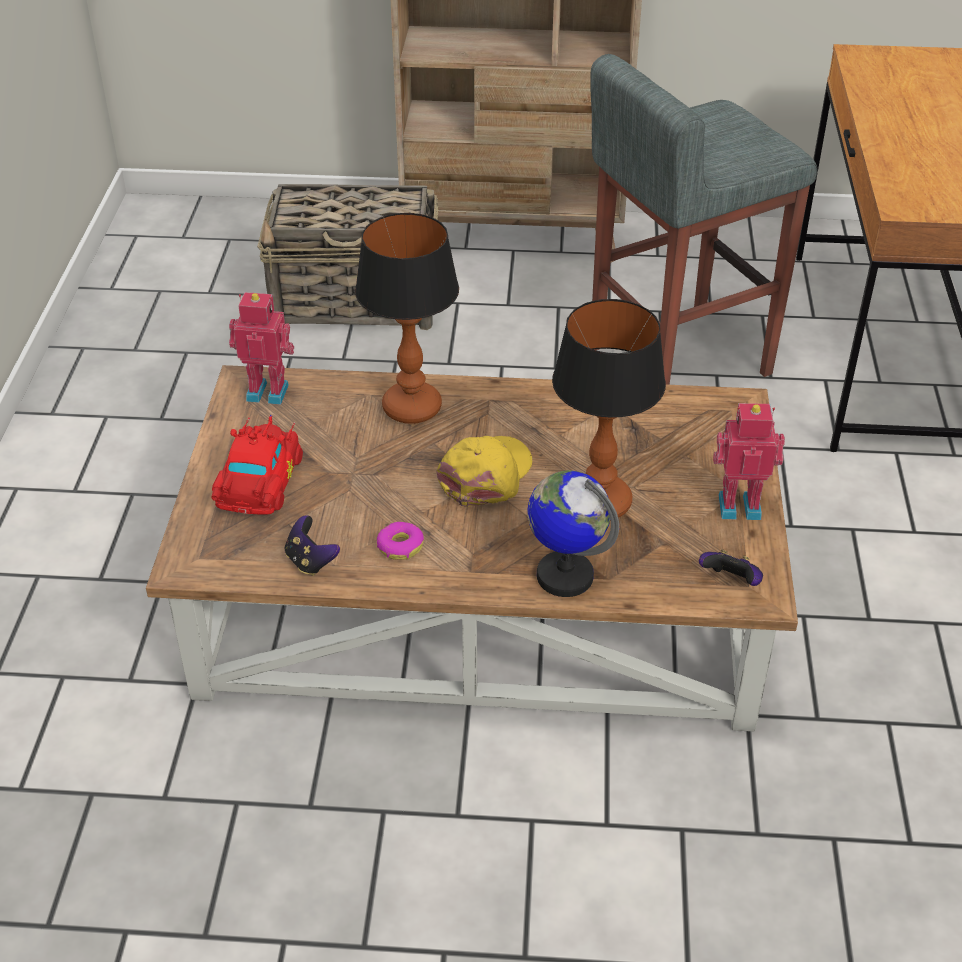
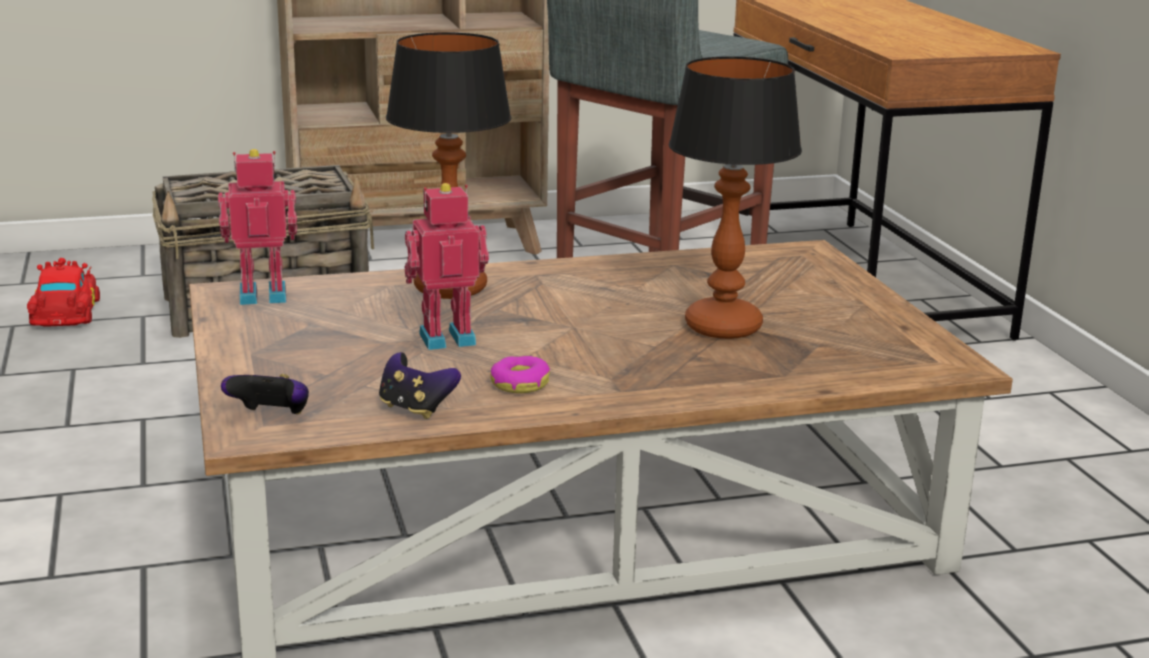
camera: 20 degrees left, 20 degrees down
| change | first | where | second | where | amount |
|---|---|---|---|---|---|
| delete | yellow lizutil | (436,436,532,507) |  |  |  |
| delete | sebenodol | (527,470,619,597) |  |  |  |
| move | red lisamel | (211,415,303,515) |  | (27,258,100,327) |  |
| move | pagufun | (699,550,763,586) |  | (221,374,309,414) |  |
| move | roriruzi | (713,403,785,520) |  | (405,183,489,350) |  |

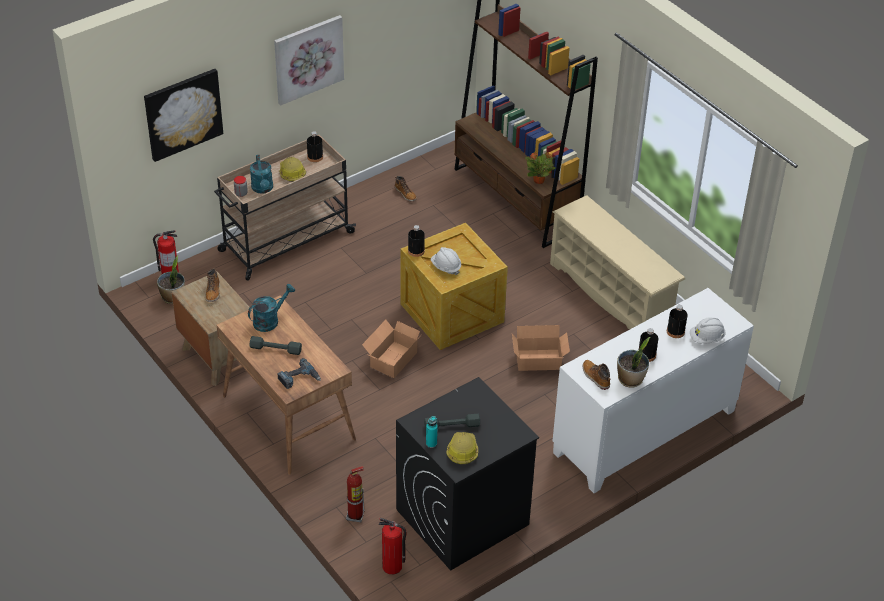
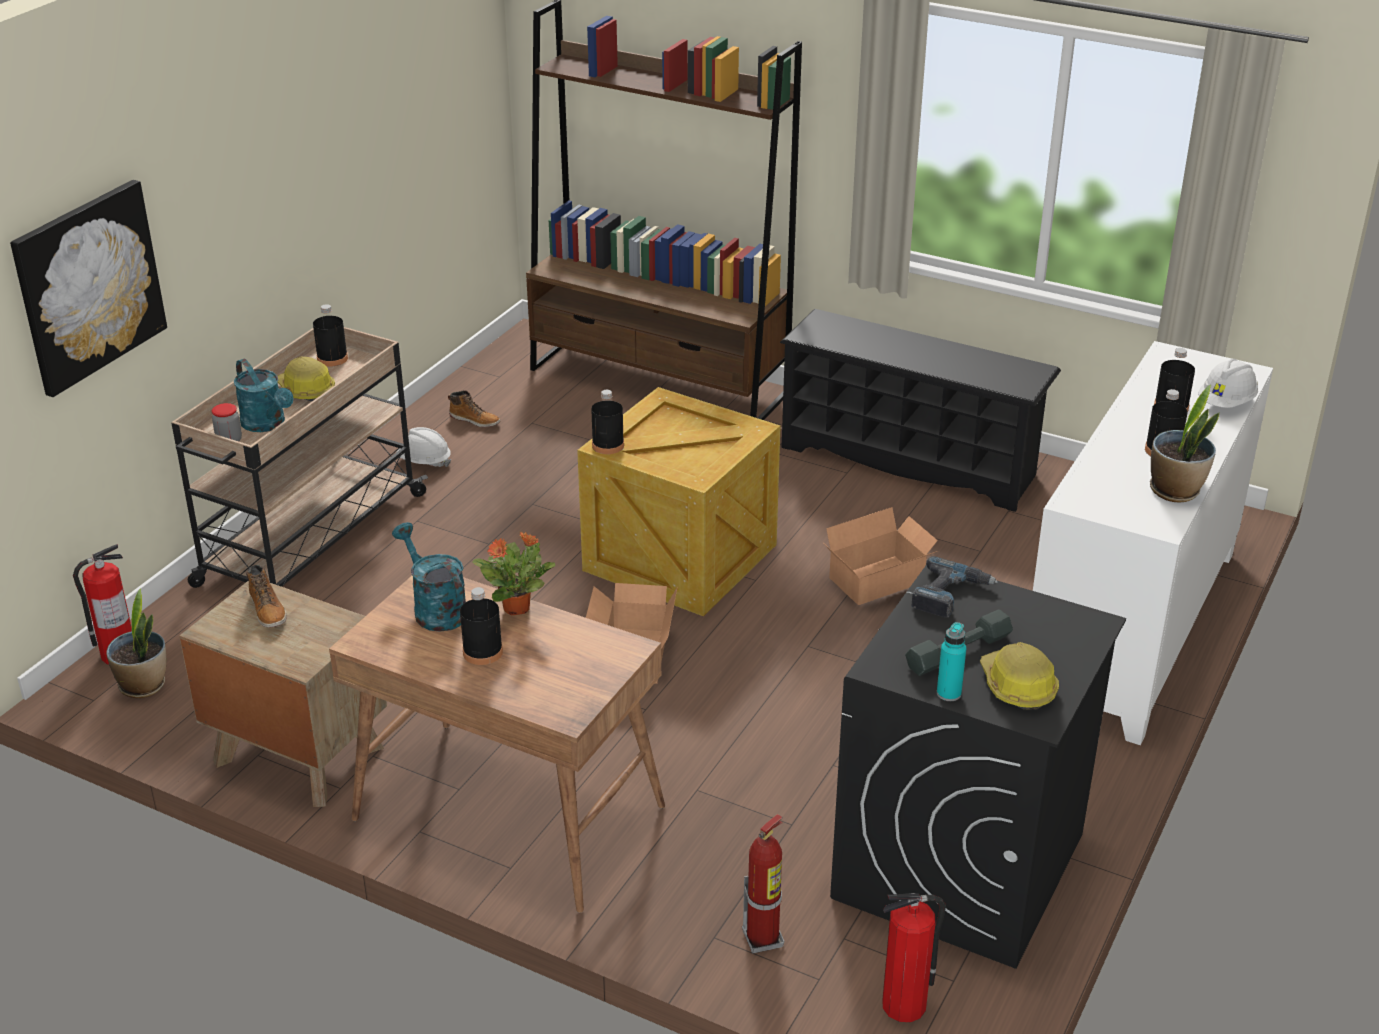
camera: 25 degrees left, 10 degrees down
| change | first | where | second | where | amount |
|---|---|---|---|---|---|
| delete | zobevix | (274,15,344,105) |  |  |  |
| delete | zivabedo | (583,360,610,390) |  |  |  |
| move | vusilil | (277,358,321,389) |  | (912,556,998,618) |  |
| move | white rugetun | (431,247,461,275) |  | (397,427,451,467) |  |
| move | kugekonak | (525,152,556,184) |  | (472,532,556,616) |  |
| replace | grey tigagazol | (249,336,302,355) | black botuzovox | (460,587,503,665) |  |
| recolor | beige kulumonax | (550,195,685,330) | black kulumonax | (780,309,1061,512) |  |
| rotate | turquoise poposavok | (248,284,295,332) |  | (392,522,466,632) | 60 degrees counterclockwise |

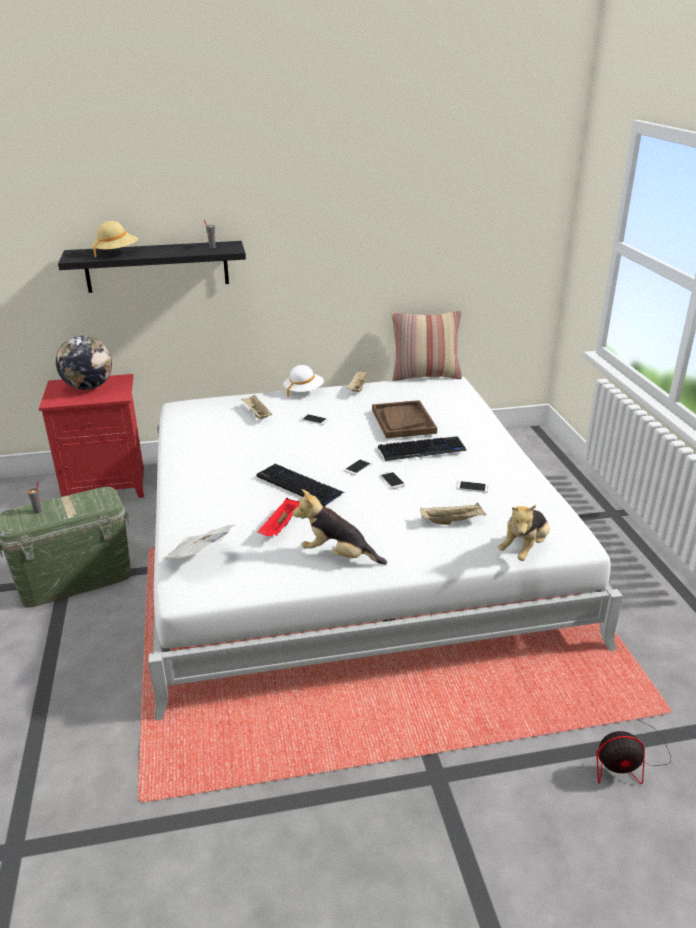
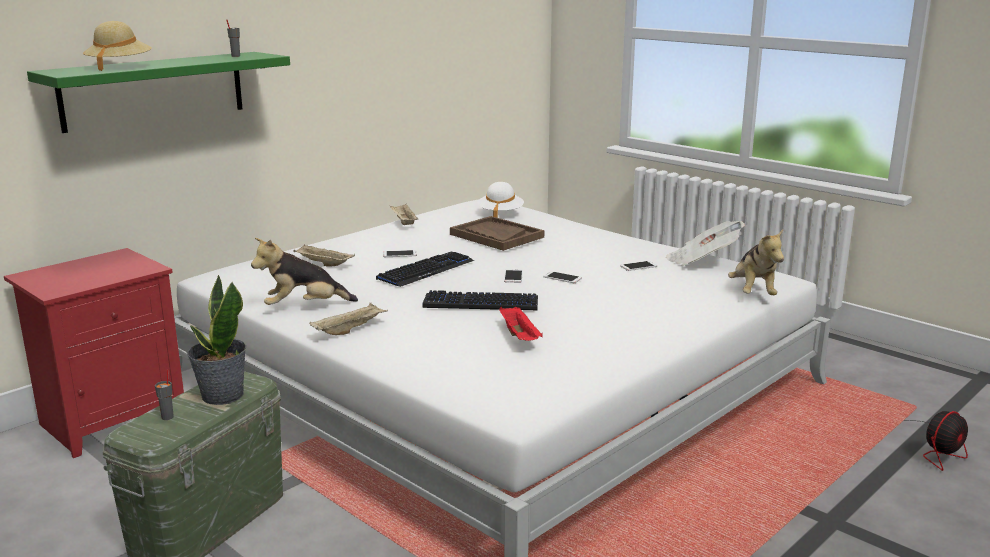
camera: 35 degrees left, 10 degrees down
| change | first | where | second | where | amount |
|---|---|---|---|---|---|
| delete | sebenodol | (56,336,112,390) |  |  |  |
| delete | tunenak | (392,311,462,381) |  |  |  |
| insert |  |  | kugekonak | (187,275,246,405) |  |
| move | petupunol | (162,524,236,560) |  | (665,221,745,266) |  |
| move | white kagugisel | (283,365,324,398) |  | (478,182,524,218) |  |
| move | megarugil | (292,489,387,565) |  | (251,238,358,305) |  |
| move | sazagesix | (378,436,467,461) |  | (376,251,474,287) |  |
| move | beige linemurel | (420,503,486,525) |  | (310,303,388,335) |  |
| recolor | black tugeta | (58,241,246,293) | green tugeta | (27,52,290,133) |  |

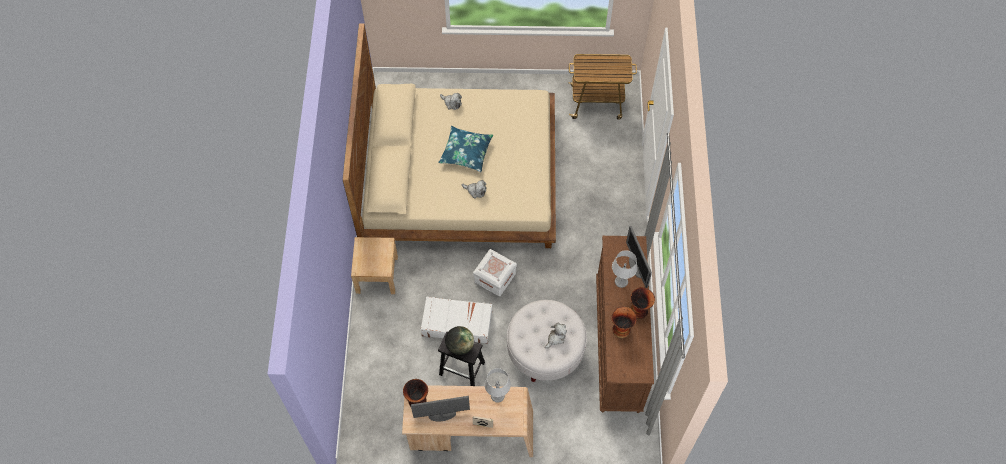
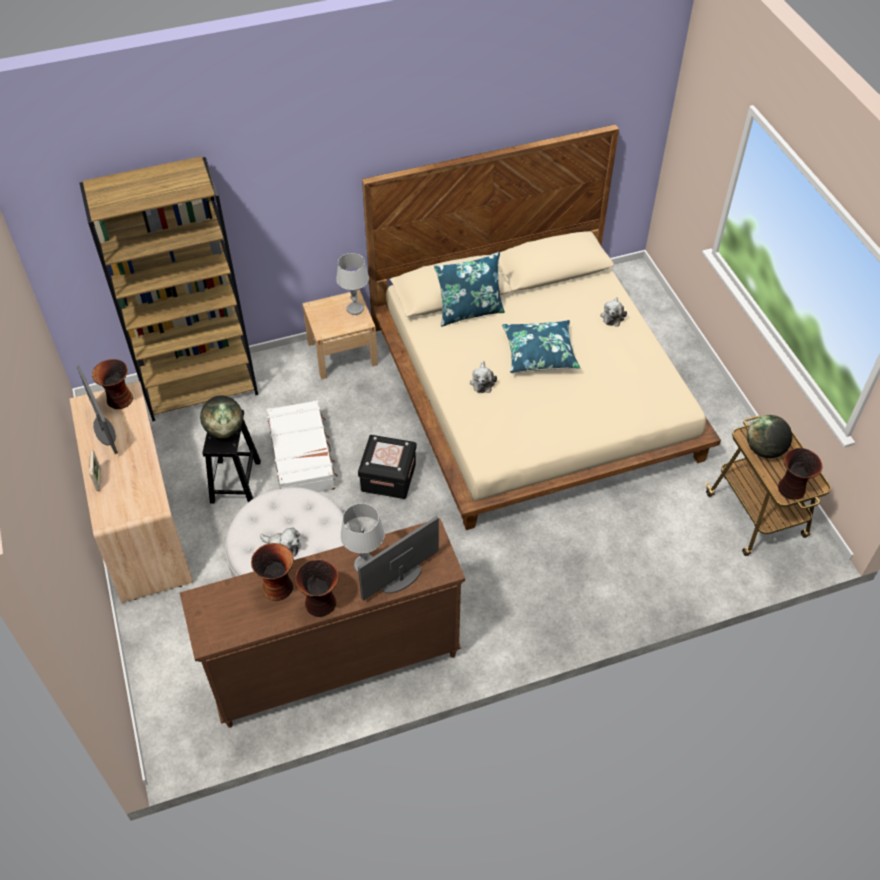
camera: 70 degrees right, 10 degrees down
| change | first | where | second | where | amount |
|---|---|---|---|---|---|
| insert |  |  | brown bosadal | (79,156,258,421) |  |
| insert |  |  | blue tunenak | (434,252,505,327) |  |
| insert |  |  | sebenodol | (747,415,792,458) |  |
| insert |  |  | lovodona | (778,448,822,500) |  |
| move | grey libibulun | (484,368,511,403) |  | (336,253,369,315) |  |
| recolor | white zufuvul | (473,249,517,296) | black zufuvul | (358,435,417,499) |  |

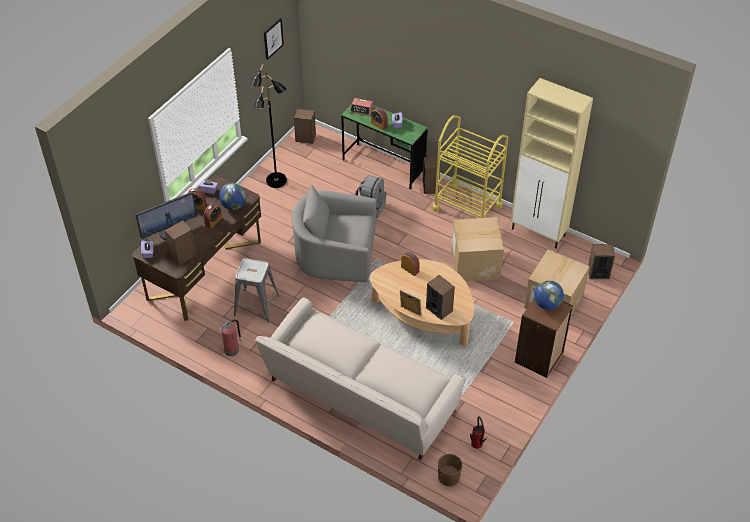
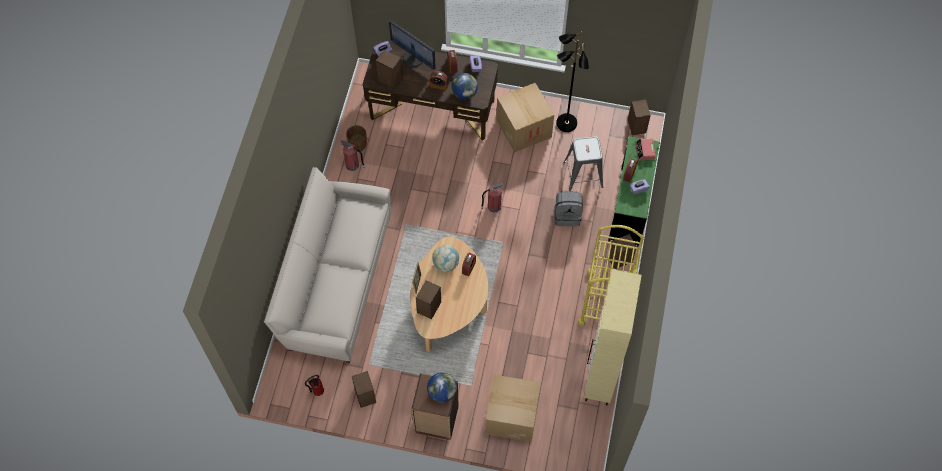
camera: 70 degrees right, 15 degrees up
| change | first | where | second | where | amount |
|---|---|---|---|---|---|
| delete | zobevix | (264,18,284,60) |  |  |  |
| insert |  |  | sebenodol | (432,245,459,272) |  |
| move | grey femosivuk | (234,258,279,323) |  | (564,136,603,191) |  |
| move | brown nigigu | (438,454,462,487) |  | (346,125,367,152) |  |
| move | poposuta | (451,217,504,281) |  | (496,83,554,152) |  |
| move | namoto | (588,244,615,279) |  | (352,371,376,408) |  |
| replace | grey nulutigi | (292,185,376,282) | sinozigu | (481,183,504,212) |  |

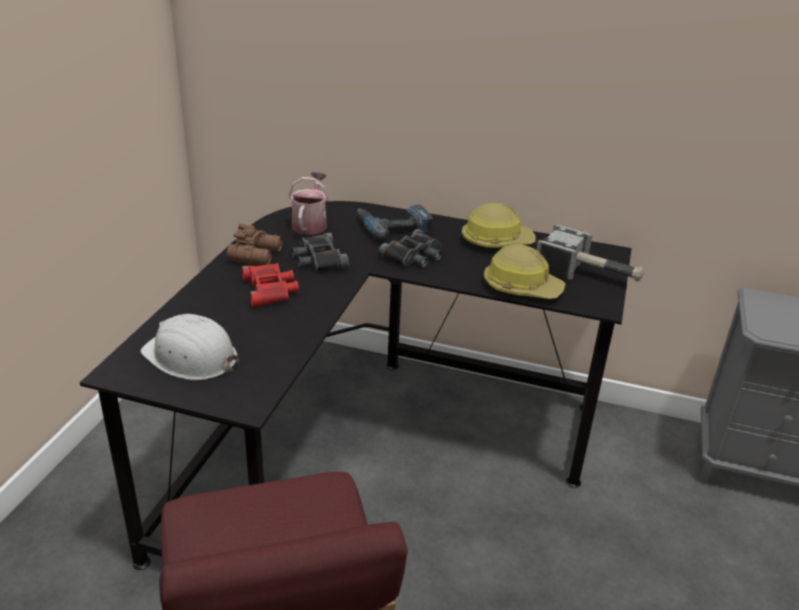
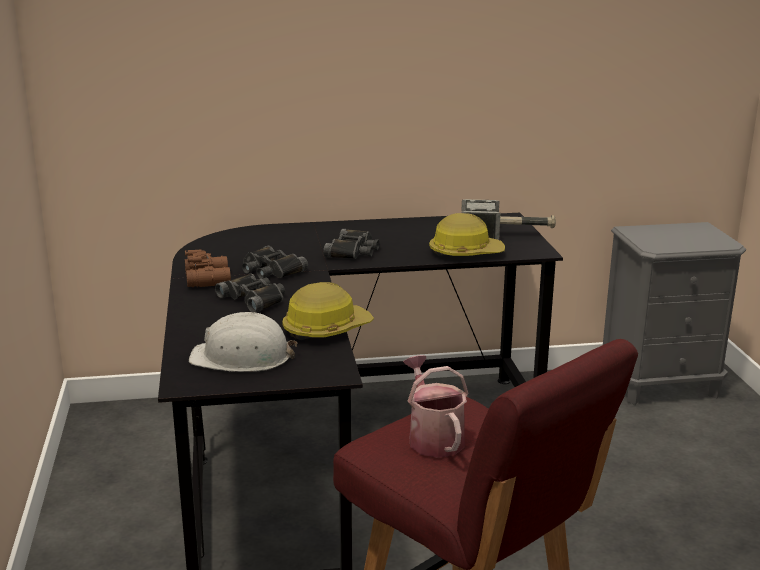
camera: 25 degrees left, 10 degrees down
| change | first | where | second | where | amount |
|---|---|---|---|---|---|
| delete | vusilil | (357,204,433,241) |  |  |  |
| move | poposavok | (289,172,329,235) |  | (403,355,469,458) |  |
| move | rugetun | (462,203,536,248) |  | (282,282,374,340) |  |
| recolor | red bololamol | (242,263,299,307) | black bololamol | (215,274,285,313) |  |

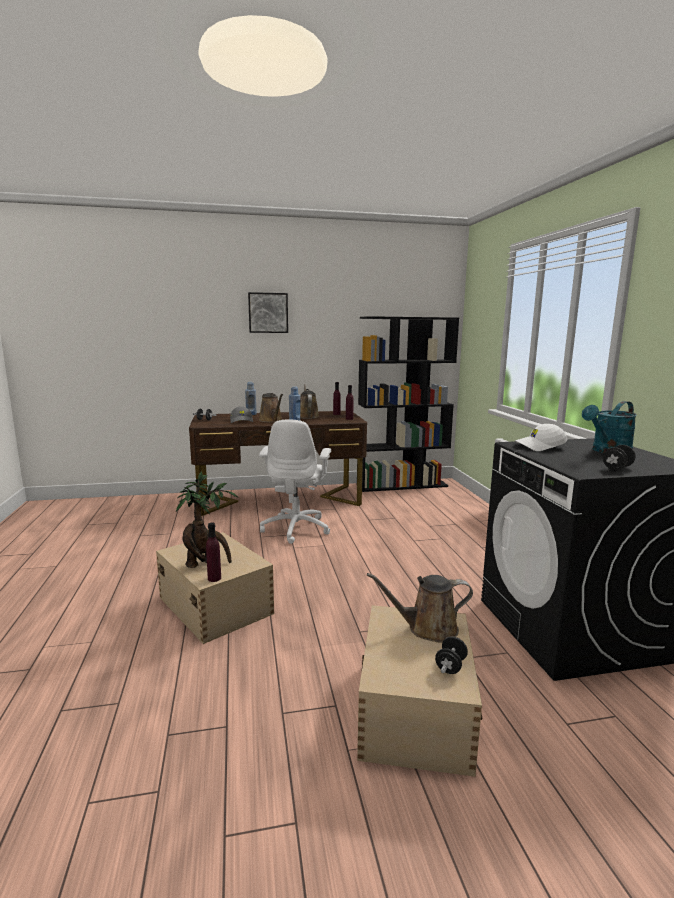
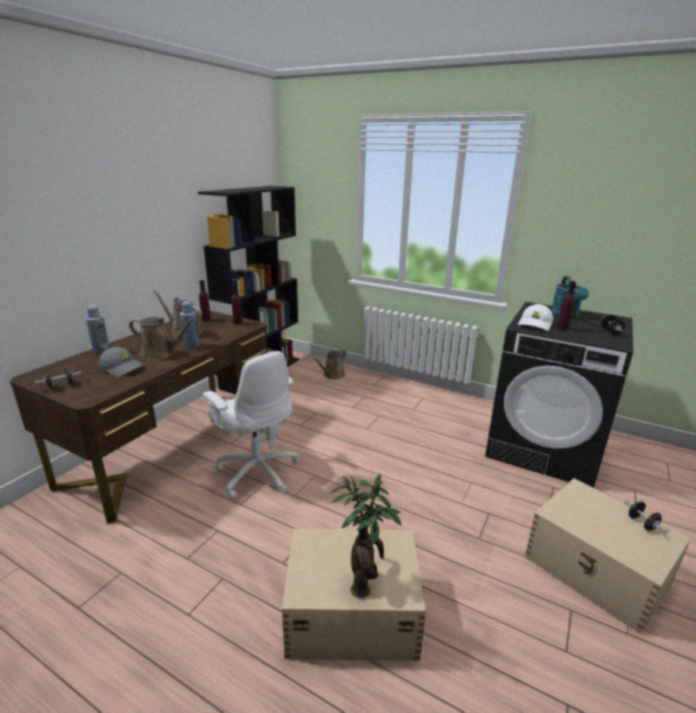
camera: 50 degrees left, 10 degrees up
| change | first | where | second | where | amount |
|---|---|---|---|---|---|
| delete | zobevix | (248,292,288,333) |  |  |  |
| move | purple botuzovox | (206,523,221,582) |  | (557,281,576,331) |  |
| move | brown poposavok | (367,573,473,642) |  | (313,349,346,379) |  |

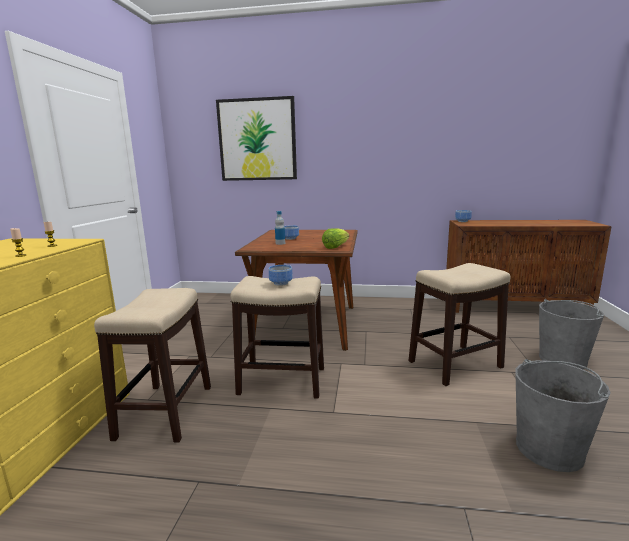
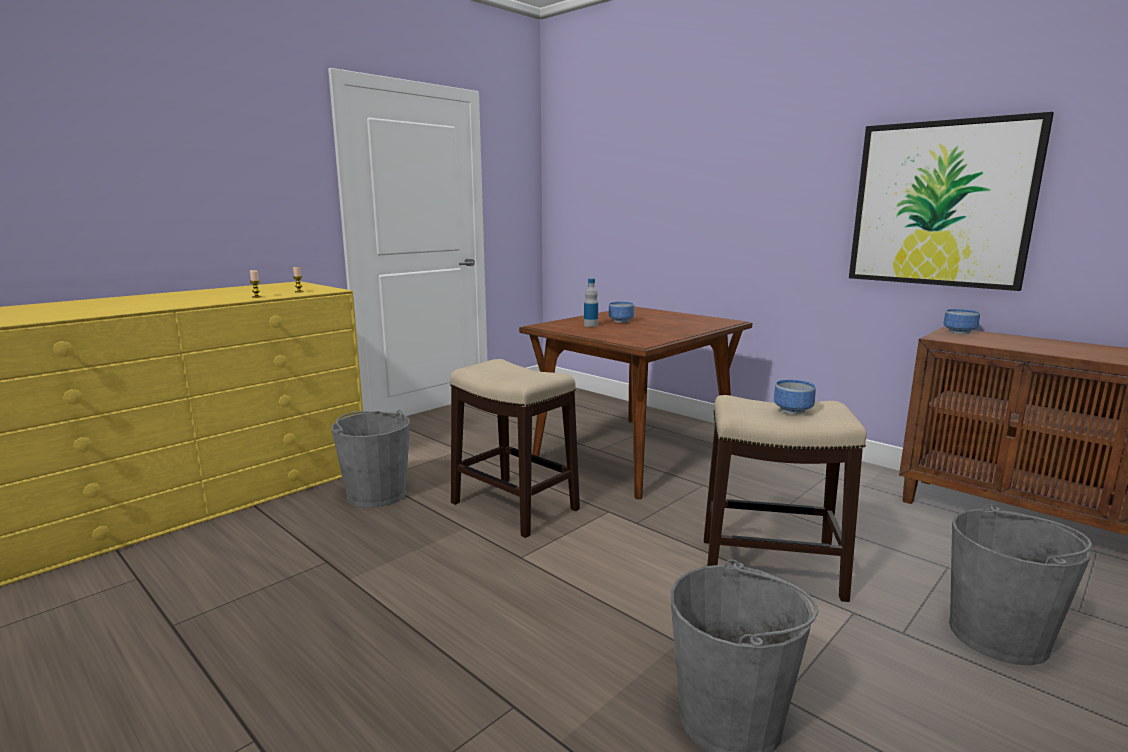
camera: 35 degrees right, 0 degrees up
| change | first | where | second | where | amount |
|---|---|---|---|---|---|
| delete | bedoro | (322,228,349,249) |  |  |  |
| move | zobevix | (216,96,297,181) |  | (849,112,1054,291) |  |
| move | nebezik | (269,265,293,286) |  | (774,380,816,414) |  |
| replace | femosivuk | (94,288,211,443) | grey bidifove | (331,410,410,508) |  |

